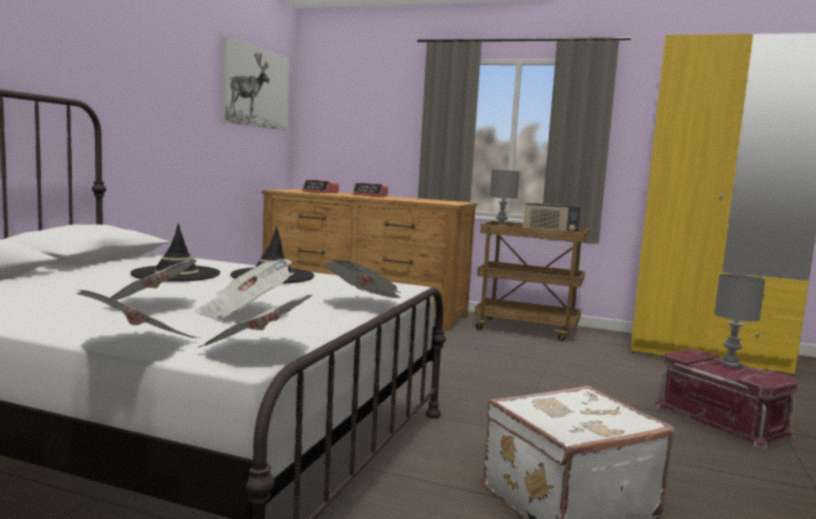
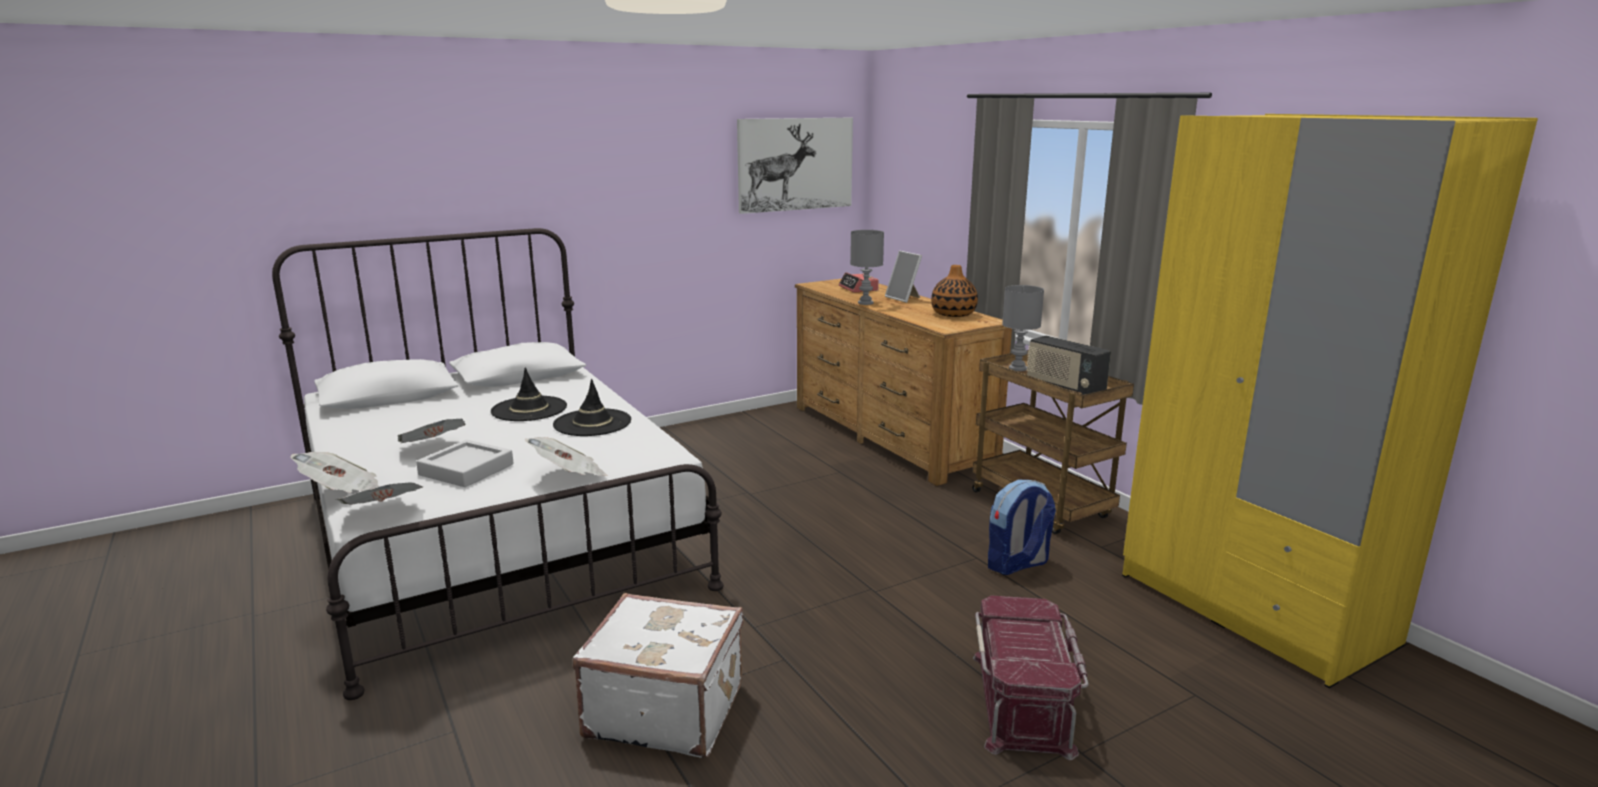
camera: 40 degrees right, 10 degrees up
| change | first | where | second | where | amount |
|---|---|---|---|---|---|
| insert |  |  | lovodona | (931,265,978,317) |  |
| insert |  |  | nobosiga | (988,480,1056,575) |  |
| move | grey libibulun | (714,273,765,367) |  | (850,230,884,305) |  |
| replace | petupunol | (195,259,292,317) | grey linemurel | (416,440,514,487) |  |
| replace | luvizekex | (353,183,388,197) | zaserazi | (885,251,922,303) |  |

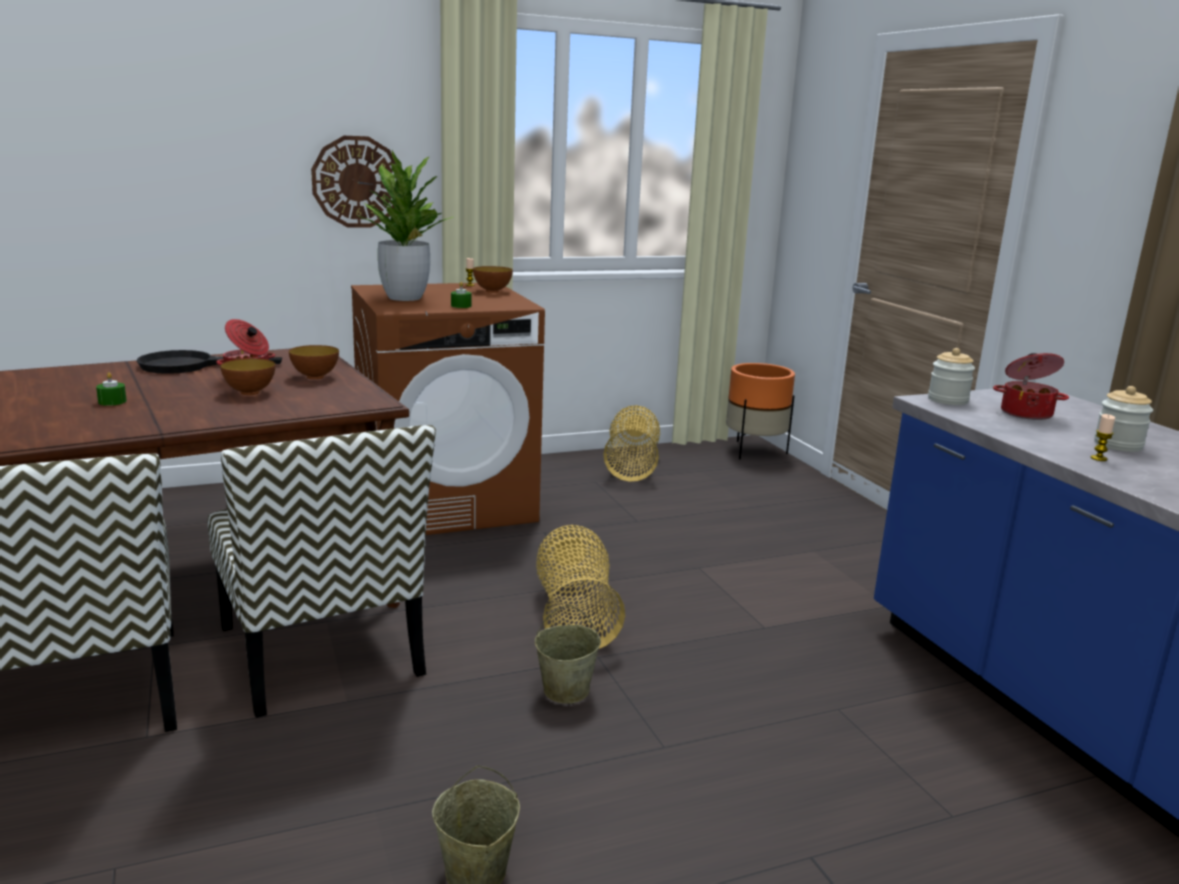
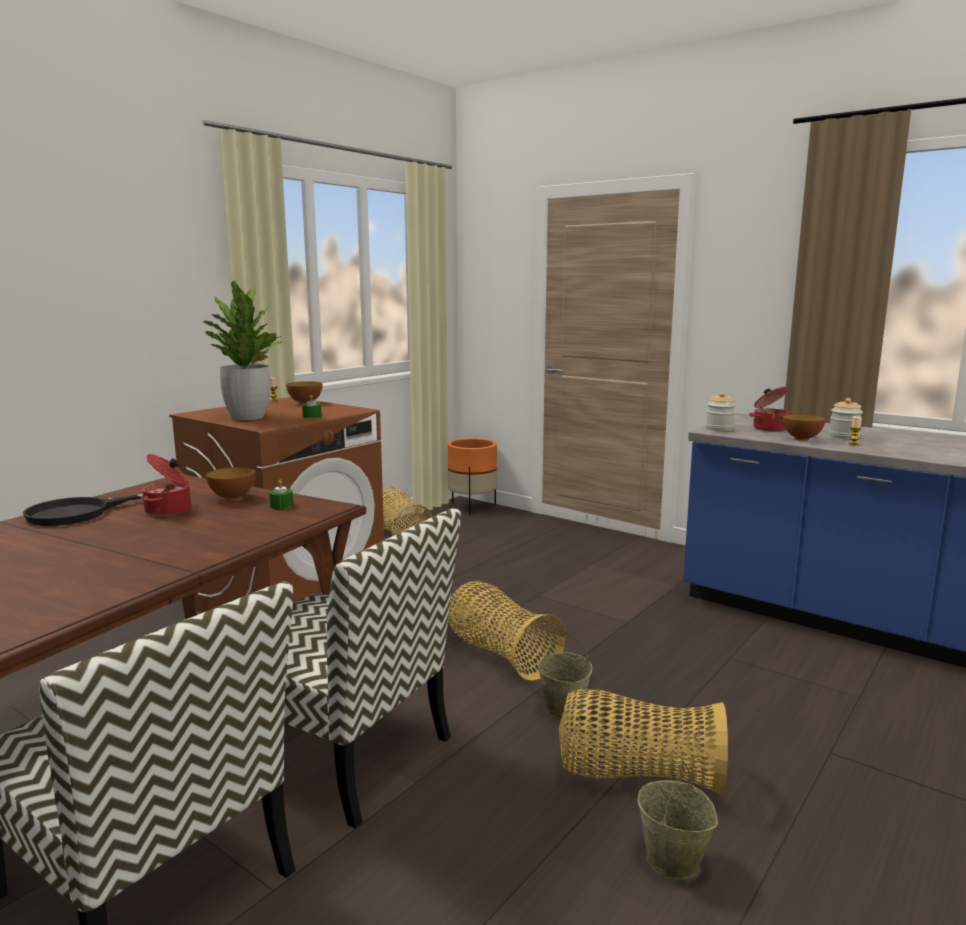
camera: 30 degrees left, 5 degrees down
| change | first | where | second | where | amount |
|---|---|---|---|---|---|
| delete | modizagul | (311,136,396,228) |  |  |  |
| insert |  |  | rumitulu | (559,690,728,795) |  |
| move | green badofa | (96,372,127,406) |  | (269,479,293,509) |  |
| move | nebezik | (220,358,275,395) |  | (783,414,826,441) |  |

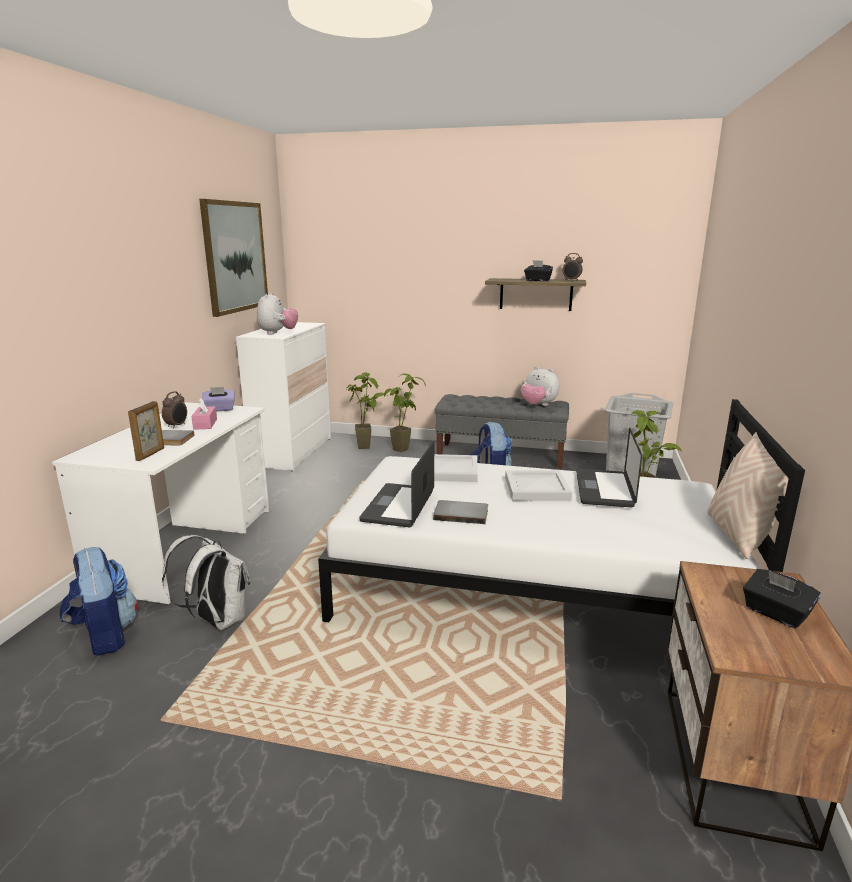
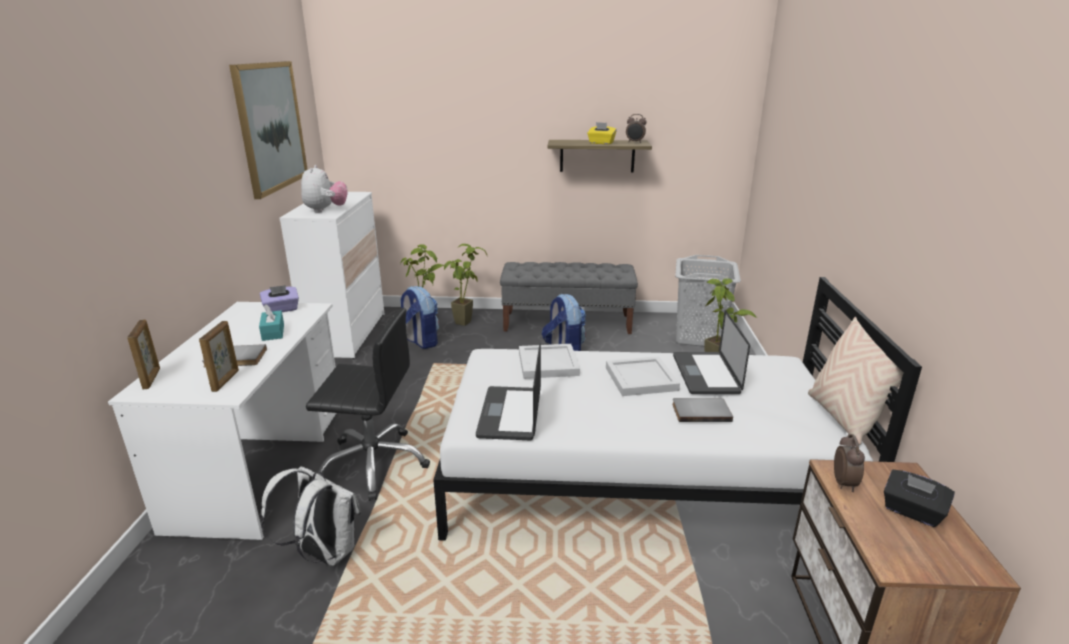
camera: 10 degrees left, 5 degrees up
| change | first | where | second | where | amount |
|---|---|---|---|---|---|
| delete | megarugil | (521,367,560,406) |  |  |  |
| insert |  |  | zaserazi | (127,319,160,390) |  |
| insert |  |  | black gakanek | (306,308,430,501) |  |
| move | nobosiga | (59,547,138,656) |  | (401,286,439,349) |  |
| move | luvizekex | (162,391,187,429) |  | (834,434,865,492) |  |
| move | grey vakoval | (433,500,488,524) |  | (672,398,733,422) |  |
| recolor | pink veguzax | (191,398,217,430) | turquoise veguzax | (259,304,284,341) |  |
| recolor | black veguzax | (524,260,553,281) | yellow veguzax | (587,122,617,145) |  |

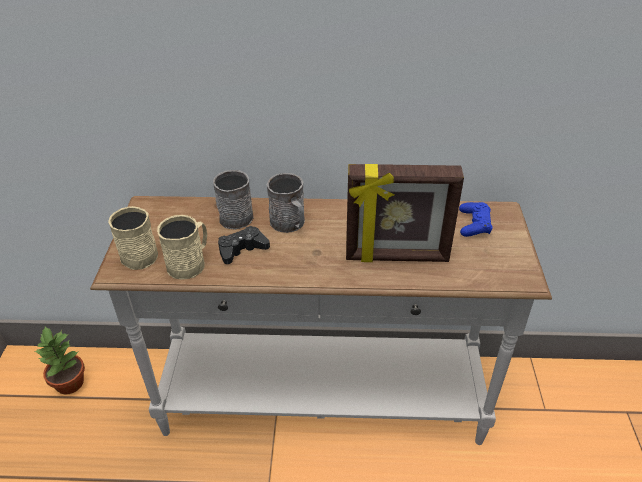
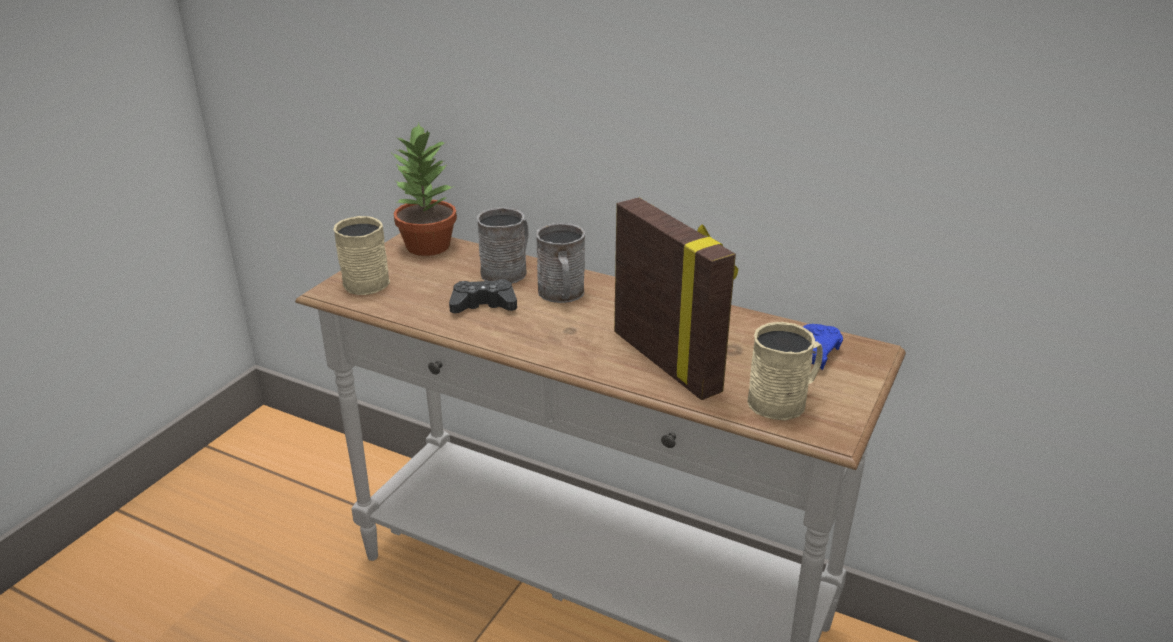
camera: 25 degrees right, 10 degrees down
| change | first | where | second | where | amount |
|---|---|---|---|---|---|
| move | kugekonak | (34,326,85,394) |  | (392,123,457,256) |  |
| move | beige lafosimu | (157,215,207,279) |  | (747,322,823,421) |  |
| rotate | zaserazi | (346,164,464,262) |  | (614,197,738,400) | 150 degrees counterclockwise |

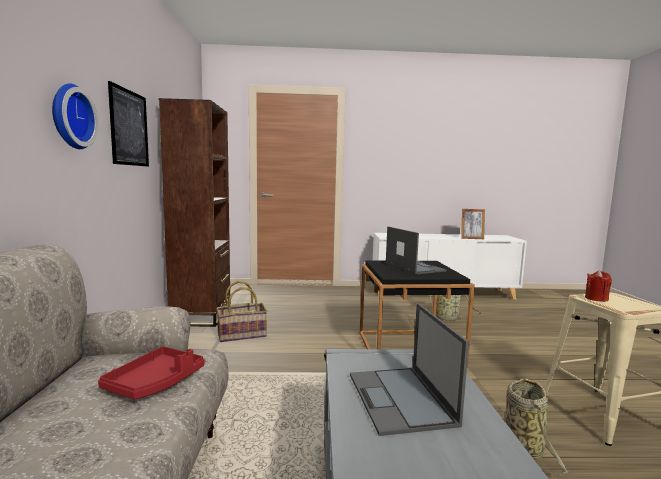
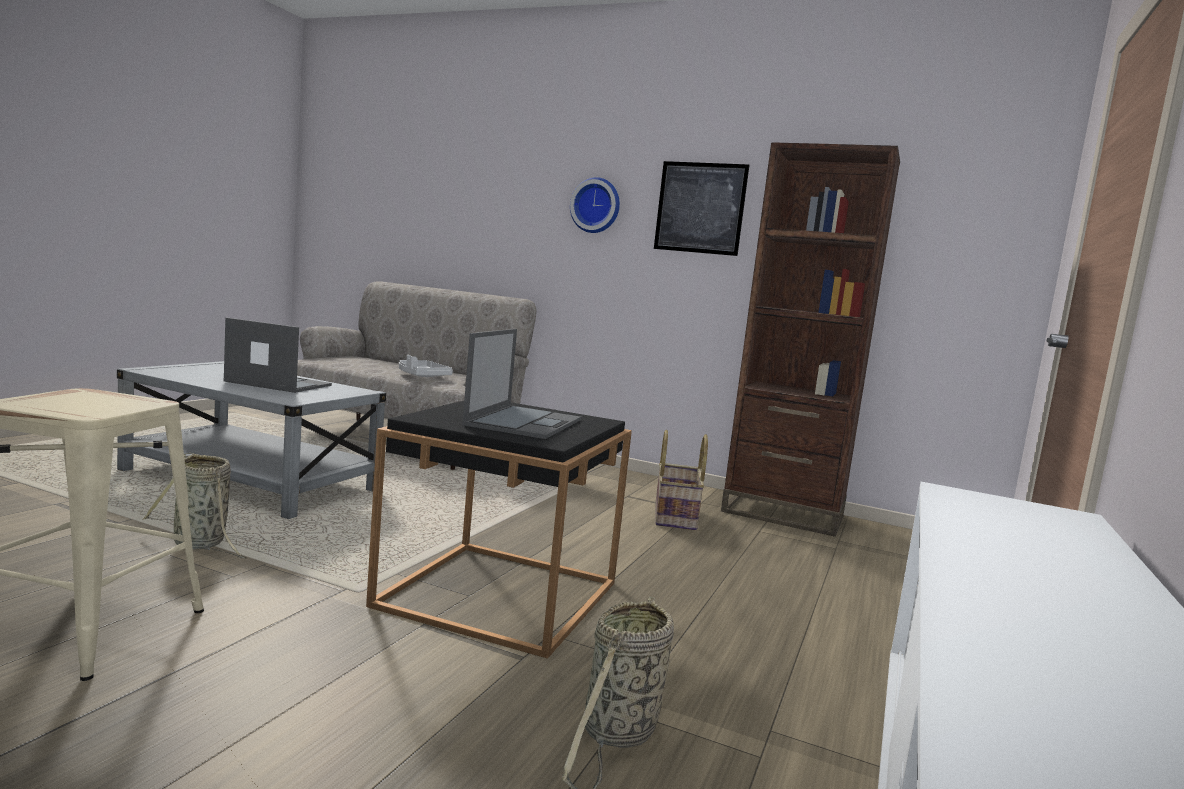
camera: 115 degrees right, 0 degrees up
| change | first | where | second | where | amount |
|---|---|---|---|---|---|
| delete | zaserazi | (461,209,485,239) |  |  |  |
| delete | red badofa | (585,270,612,302) |  |  |  |
| recolor | red linemurel | (98,346,205,399) | grey linemurel | (399,355,453,377) |  |
| rotate | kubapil | (386,226,447,275) |  | (462,329,581,439) | 75 degrees counterclockwise |

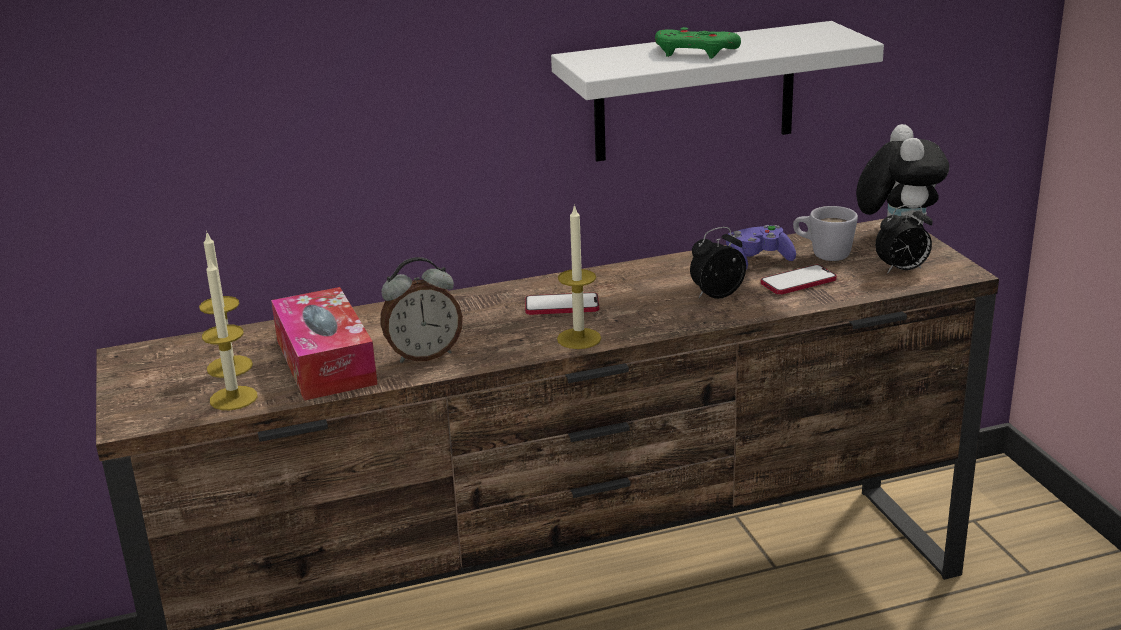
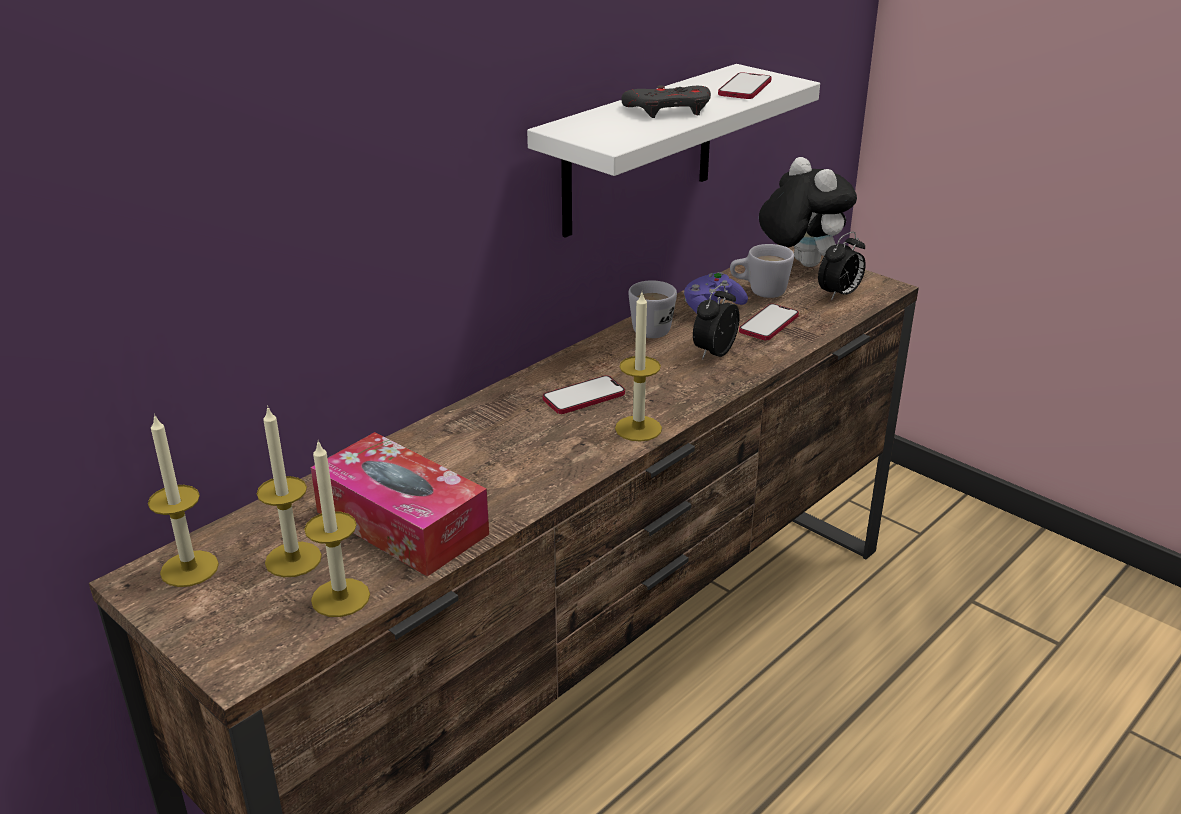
camera: 30 degrees left, 5 degrees up
| change | first | where | second | where | amount |
|---|---|---|---|---|---|
| delete | luvizekex | (380,257,463,363) |  |  |  |
| insert |  |  | badofa | (148,414,219,587) |  |
| insert |  |  | white lafosimu | (628,280,677,338) |  |
| insert |  |  | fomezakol | (718,72,772,99) |  |
| recolor | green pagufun | (655,27,741,59) | grey pagufun | (621,85,711,118) |  |

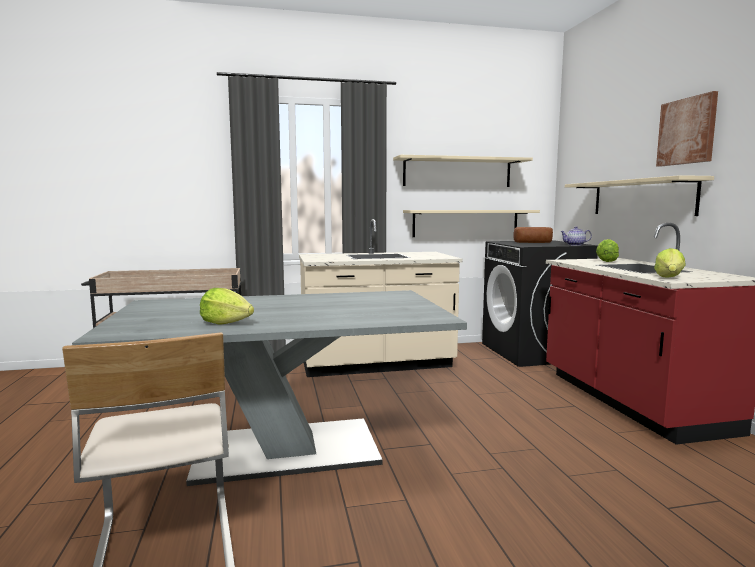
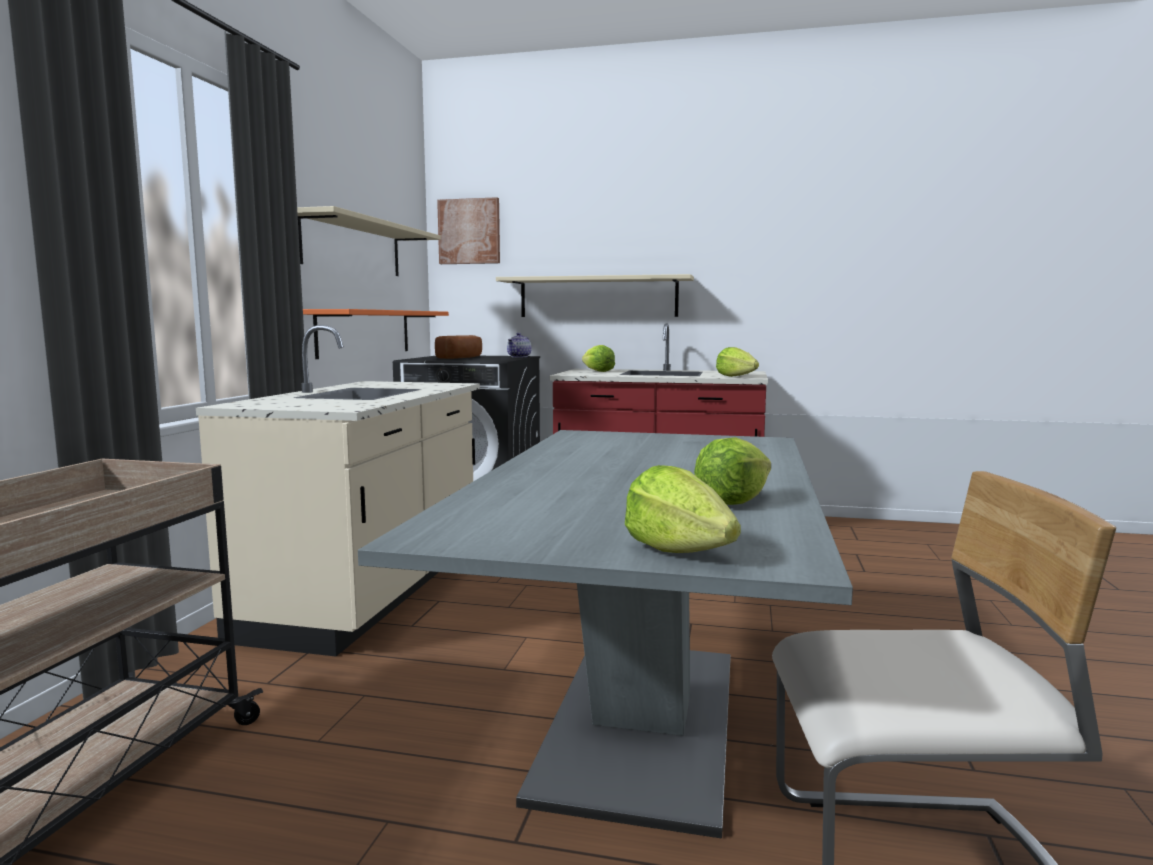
camera: 65 degrees left, 0 degrees up
| change | first | where | second | where | amount |
|---|---|---|---|---|---|
| insert |  |  | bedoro | (625,465,741,553) |  |
| move | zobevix | (656,91,718,167) |  | (437,197,500,264) |  |
| recolor | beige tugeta | (403,210,540,237) | orange tugeta | (303,309,449,359) |  |

